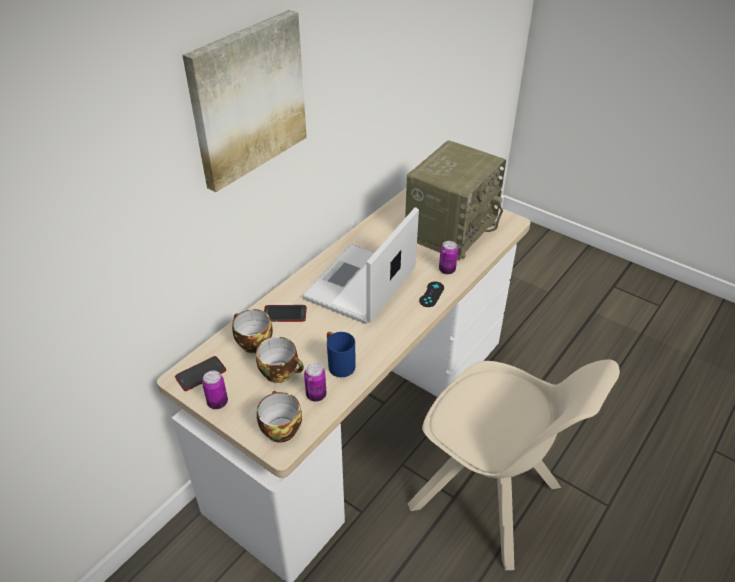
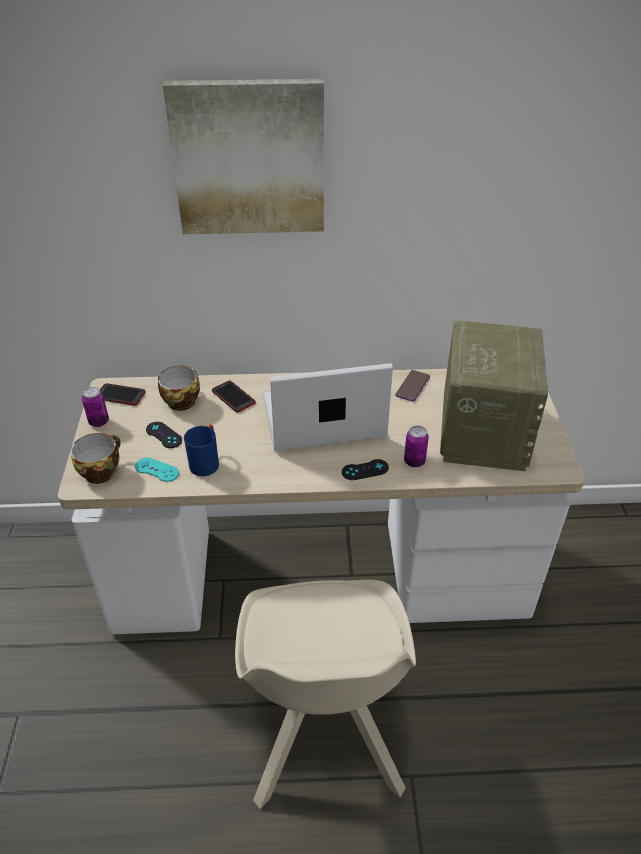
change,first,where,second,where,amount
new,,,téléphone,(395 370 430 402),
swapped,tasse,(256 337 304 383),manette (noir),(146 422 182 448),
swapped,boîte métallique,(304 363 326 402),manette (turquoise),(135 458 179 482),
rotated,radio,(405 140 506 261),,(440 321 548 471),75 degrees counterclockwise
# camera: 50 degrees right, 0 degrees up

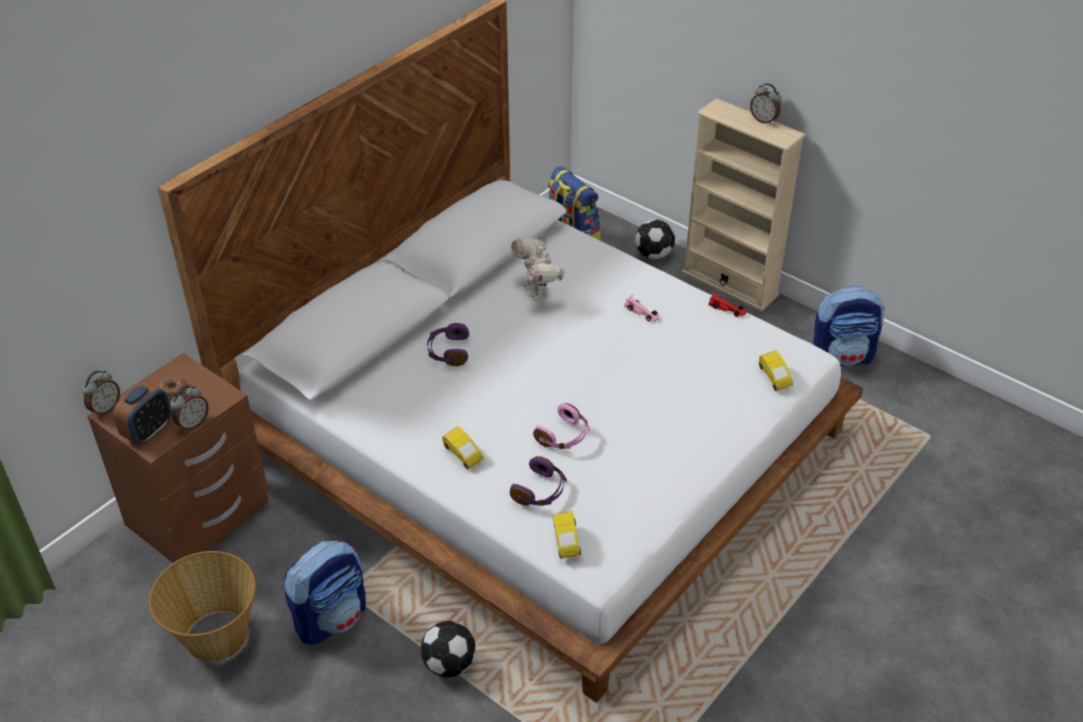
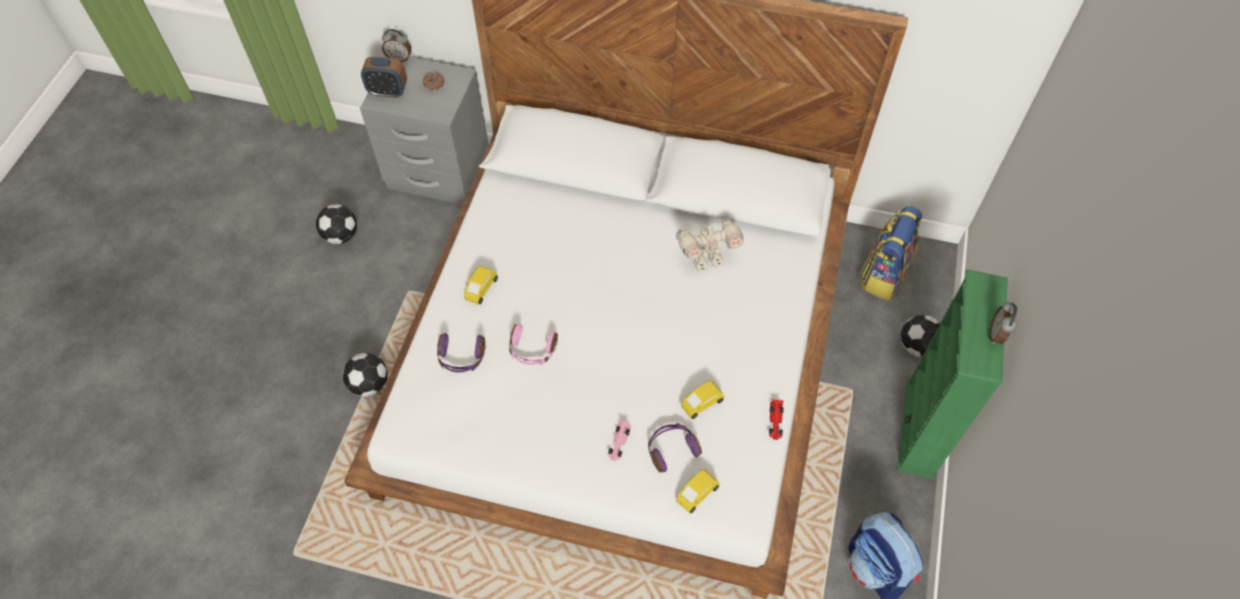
change,first,where,second,where,amount
gone,réveil,(171 386 209 432),,,
gone,sac à dos,(284 540 366 645),,,
shifted,casque audio (violet),(427 323 469 366),,(648 423 702 472),
shifted,petite voiture (jaune),(553 511 581 559),,(681 380 724 419),
shifted,petite voiture (rose),(624 295 659 321),,(608 420 631 461),
swapped,panier,(149 551 256 662),ballon de foot,(316 204 357 244),
repainted,table de chevet (marron),(87 353 268 564),table de chevet (gris),(360 57 489 204),
repainted,bibliothèque (beige),(682 98 806 312),bibliothèque (vert),(897 270 1008 479),
rotated,robot jouet,(511 238 565 301),,(676 218 743 272),150 degrees counterclockwise
# camera: 65 degrees right, 15 degrees up

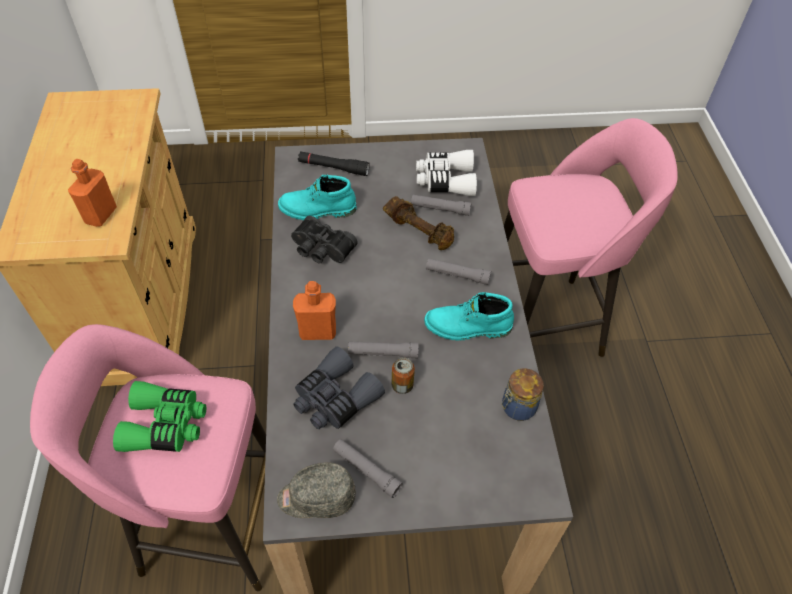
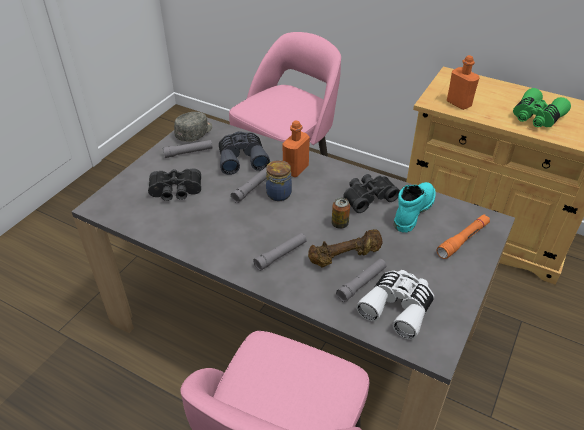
change,first,where,second,where,amount
gone,botte (turquoise),(424 292 514 341),,,
new,,,jumelles (noir),(148 168 201 201),
shifted,jumelles (vert),(113 381 206 452),,(513 88 571 127),
shifted,boîte métallique,(391 357 415 394),,(332 197 350 229),
shifted,bocal,(501 368 544 421),,(266 160 292 201),
repainted,lampe de poche (noir),(298 151 370 176),lampe de poche (orange),(437 214 490 259),
# camera: 125 degrees right, 10 degrees down

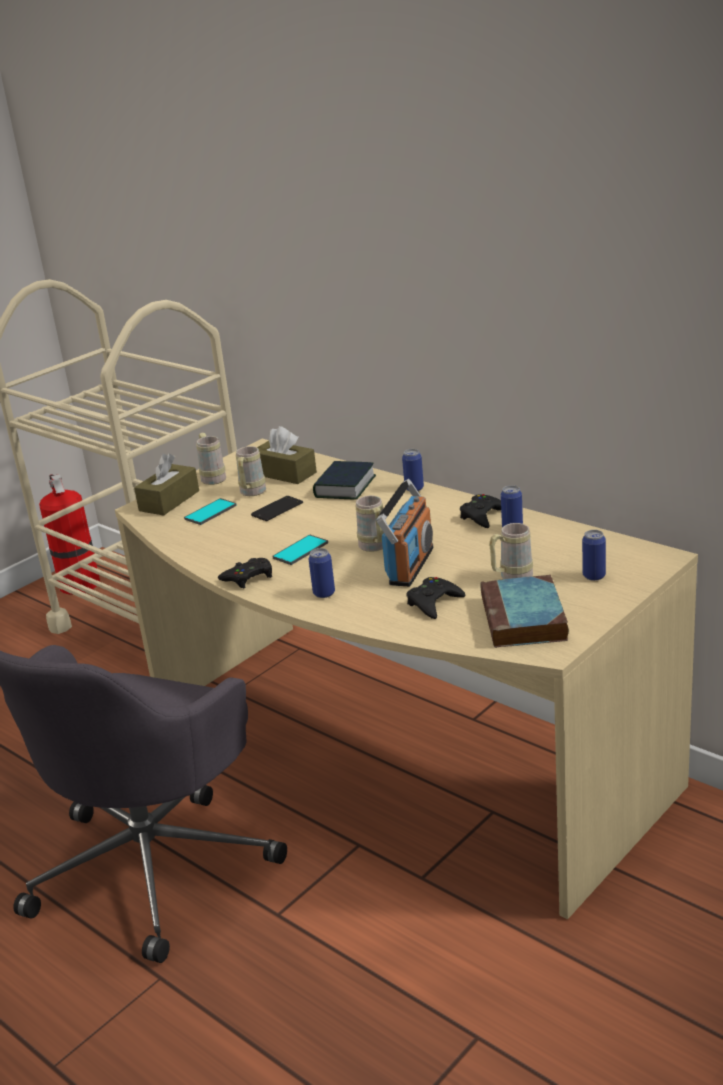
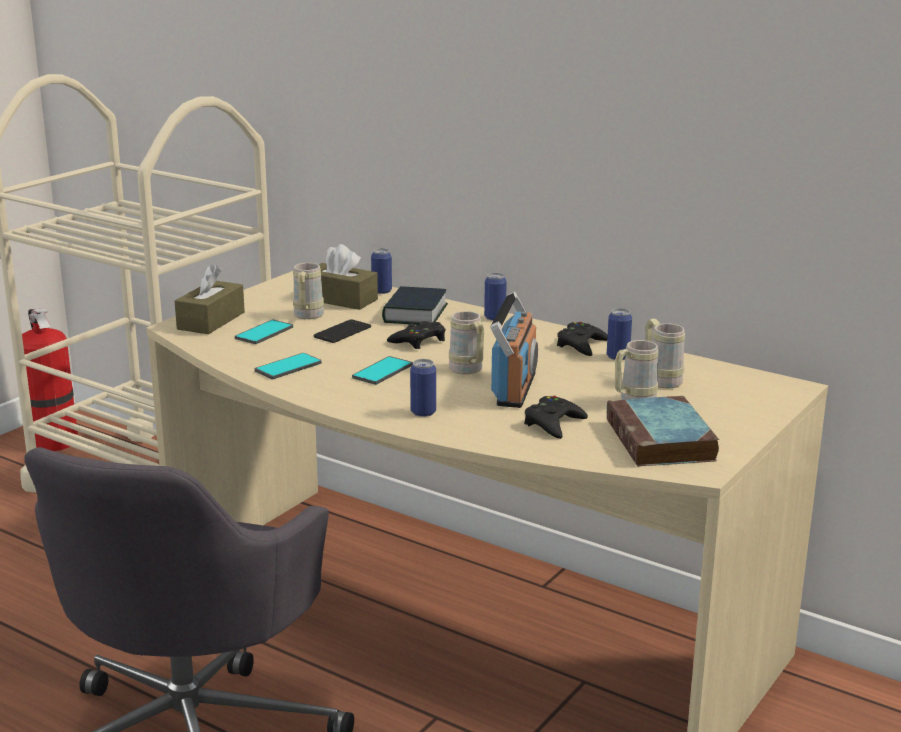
change,first,where,second,where,amount
new,,,téléphone,(255 353 322 379),
shifted,mug (beige),(196 433 226 485),,(645 318 685 388),
shifted,manette (noir),(218 558 272 589),,(387 321 445 349),
shifted,boîte métallique,(582 530 606 581),,(371 248 392 294),
# camera: 10 degrees left, 5 degrees down

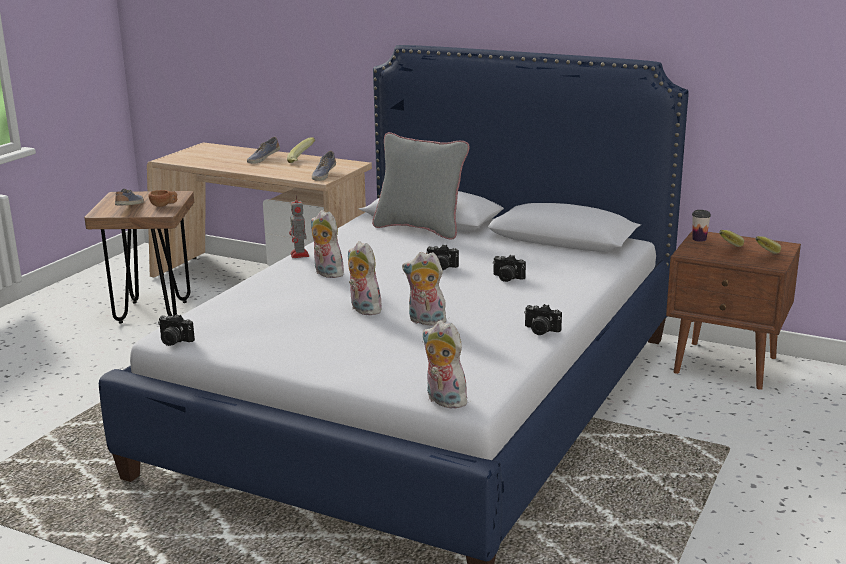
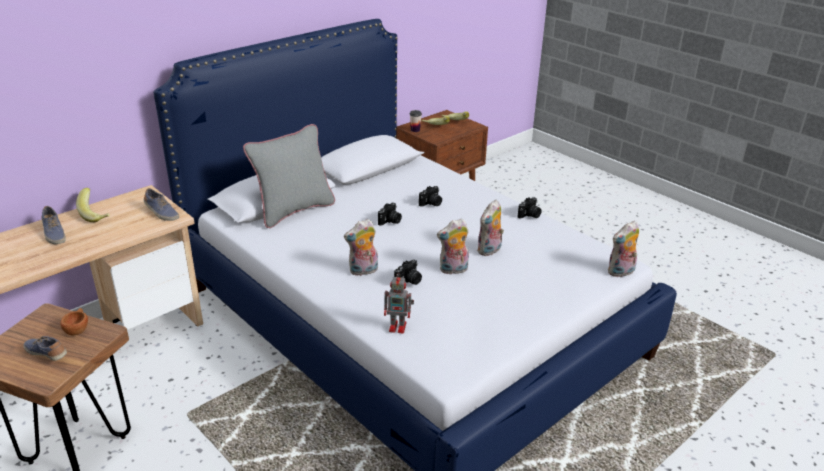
change,first,where,second,where,amount
shifted,appareil photo,(158 314 195 346),,(394 260 422 285),
shifted,robot jouet,(289 195 309 258),,(384 273 414 333),
# camera: 70 degrees left, 10 degrees up

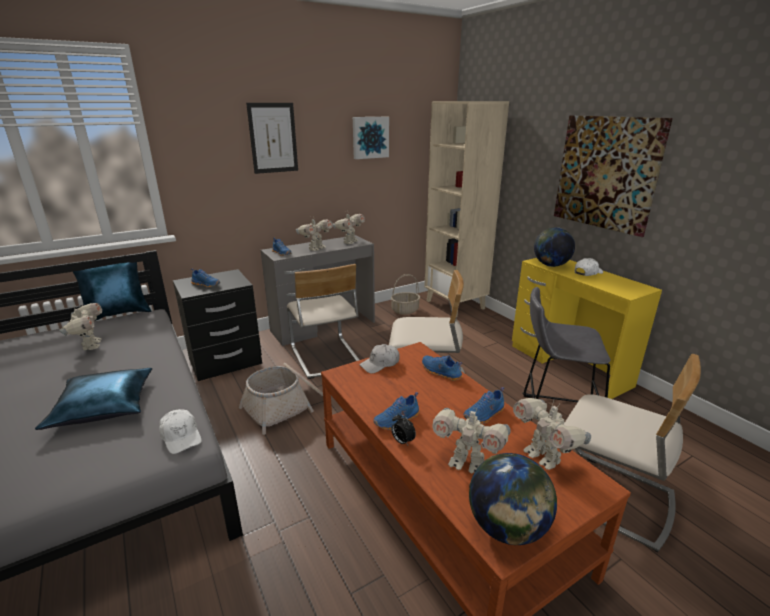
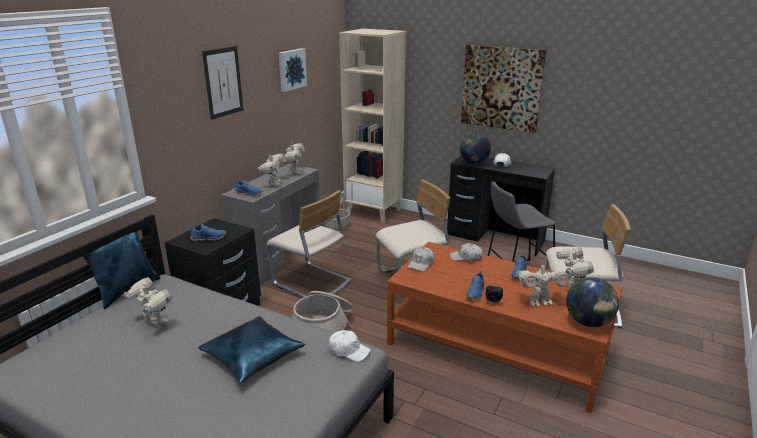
change,first,where,second,where,amount
swapped,chaussure (bleu),(422 355 463 381),casquette (blanc),(450 243 483 261),
repainted,bureau (jaune),(512 258 662 399),bureau (noir),(447 156 555 256),
rotated,robot jouet,(513 398 591 470),,(556 246 594 288),120 degrees counterclockwise
# camera: 30 degrees left, 0 degrees up

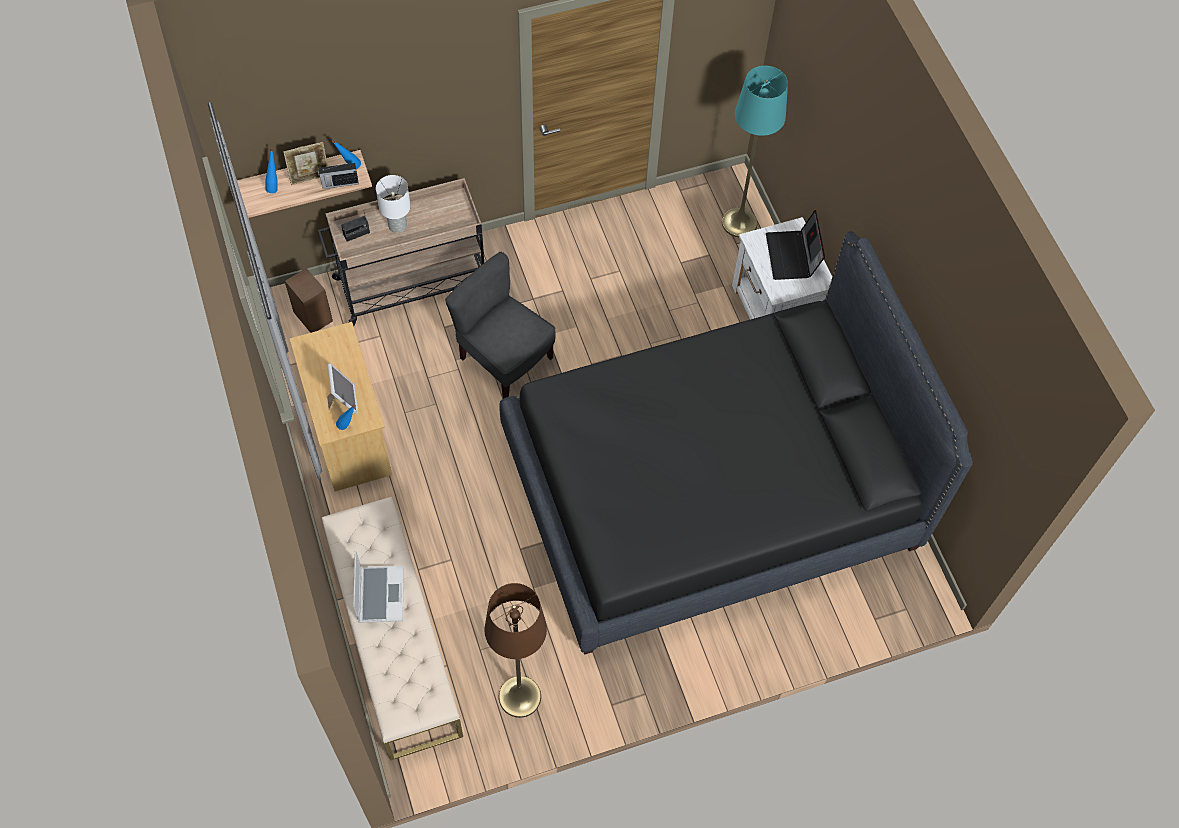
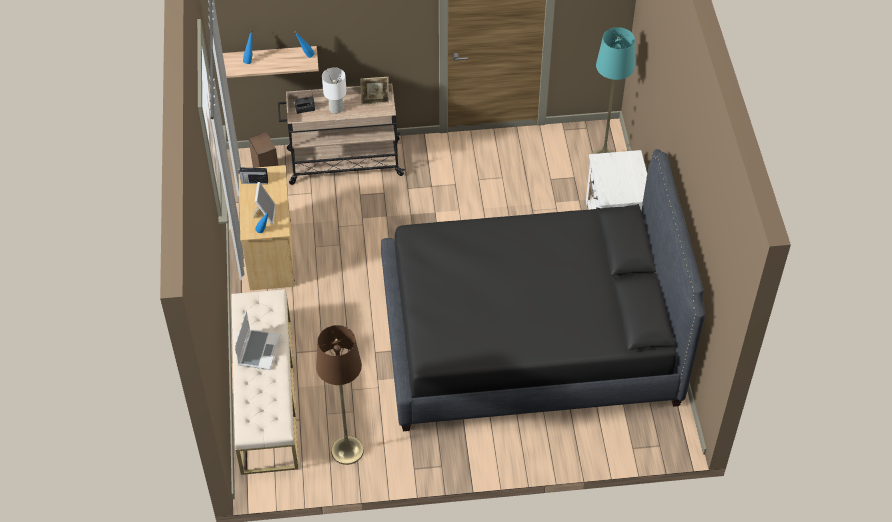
change,first,where,second,where,amount
gone,chaise (gris),(445 252 555 398),,,
gone,ordinateur portable,(766 210 825 280),,,
shifted,cadre photo,(283 142 328 185),,(360 77 389 105),
shifted,radio,(318 162 359 189),,(239 167 268 184),
# camera: 15 degrees right, 10 degrees down

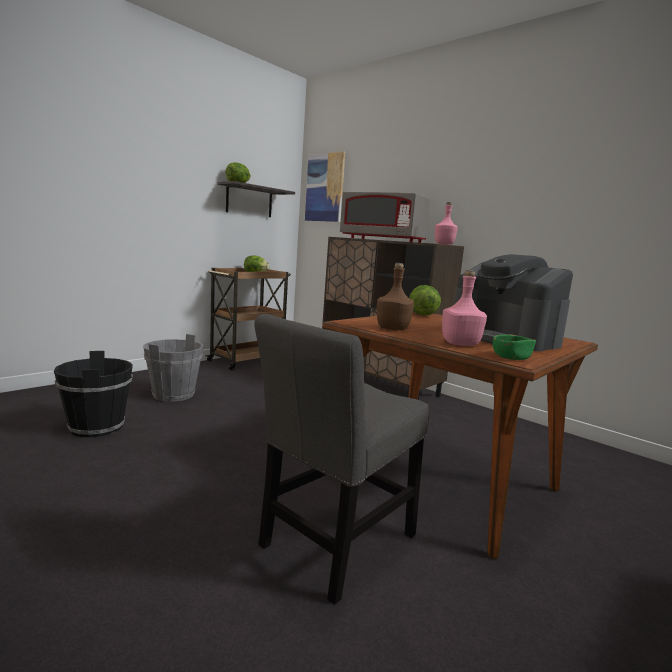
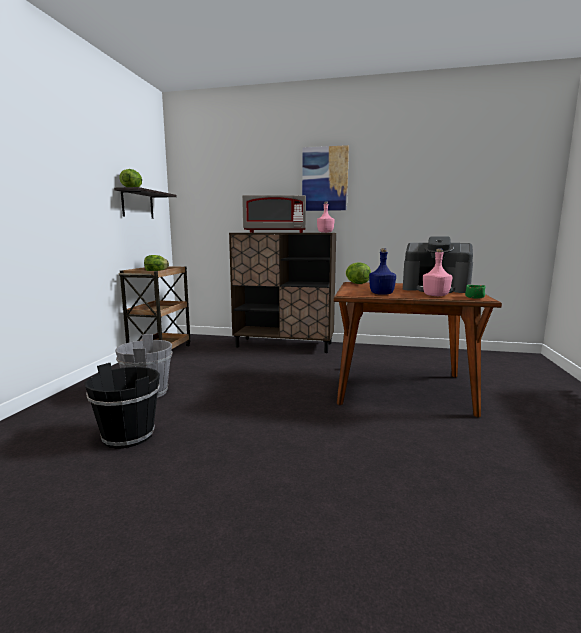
change,first,where,second,where,amount
gone,chaise (gris),(254 314 429 605),,,
shifted,tableau,(305 151 345 222),,(302 145 349 211),
repainted,bouteille (marron),(377 263 414 330),bouteille (bleu),(369 248 396 295),
# camera: 30 degrees left, 0 degrees up

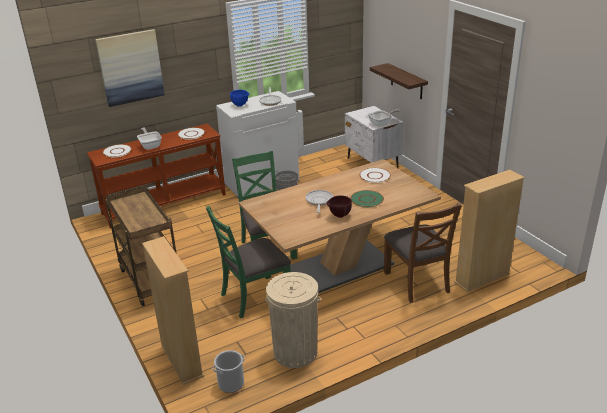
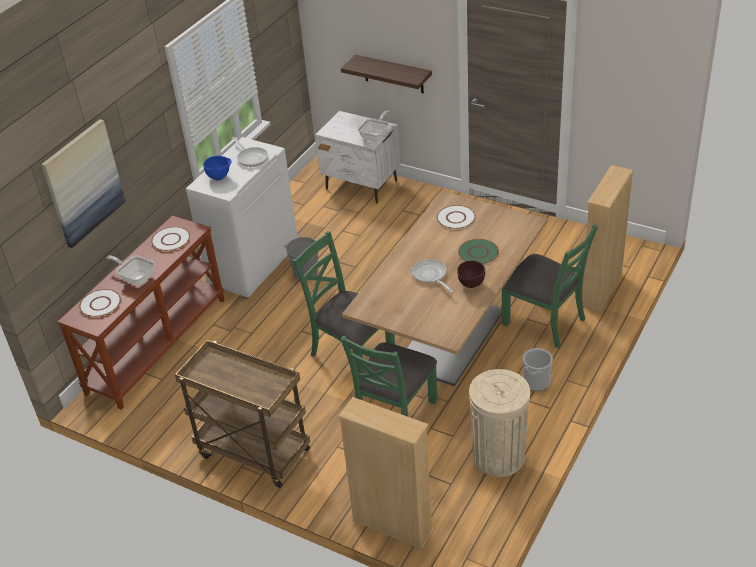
change,first,where,second,where,amount
shifted,seau,(213 350 245 393),,(523 348 553 391),
repainted,chaise (marron),(384 202 462 303),chaise (vert),(501 224 598 349),
# camera: 30 degrees left, 10 degrees up

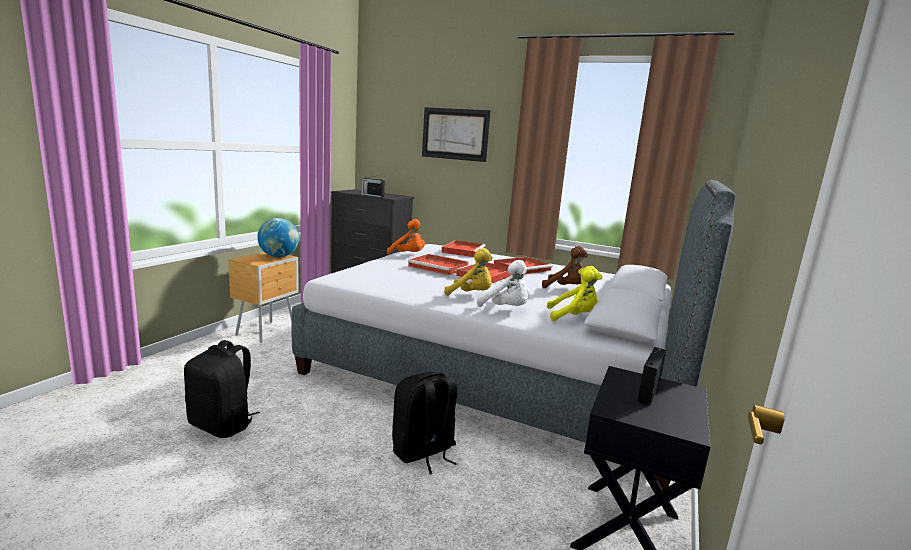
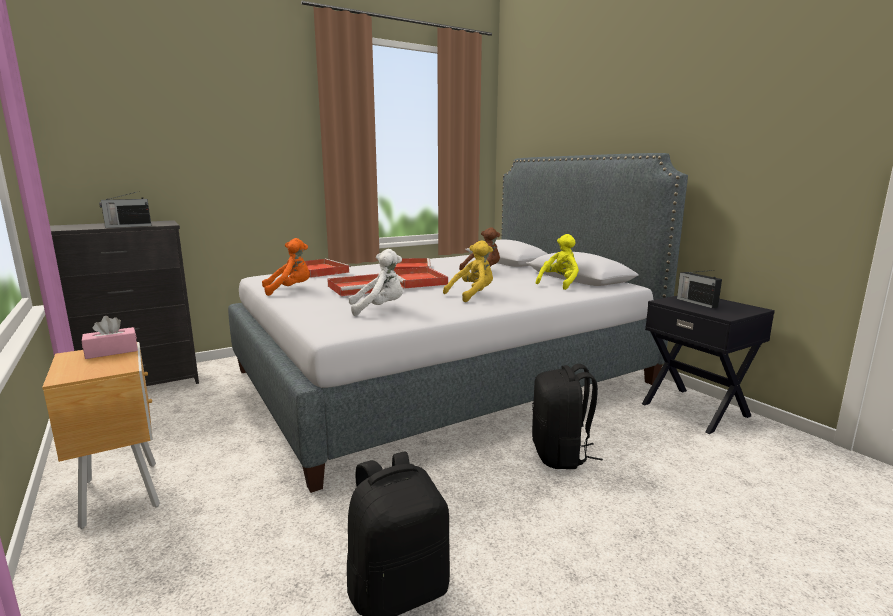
change,first,where,second,where,amount
gone,tableau,(422 107 491 162),,,
shifted,peluche (blanc),(477 260 530 307),,(348 249 403 316),
swapped,globe,(257 218 299 257),boîte à mouchoirs (rose),(82 316 138 359),
# camera: 55 degrees left, 0 degrees up

